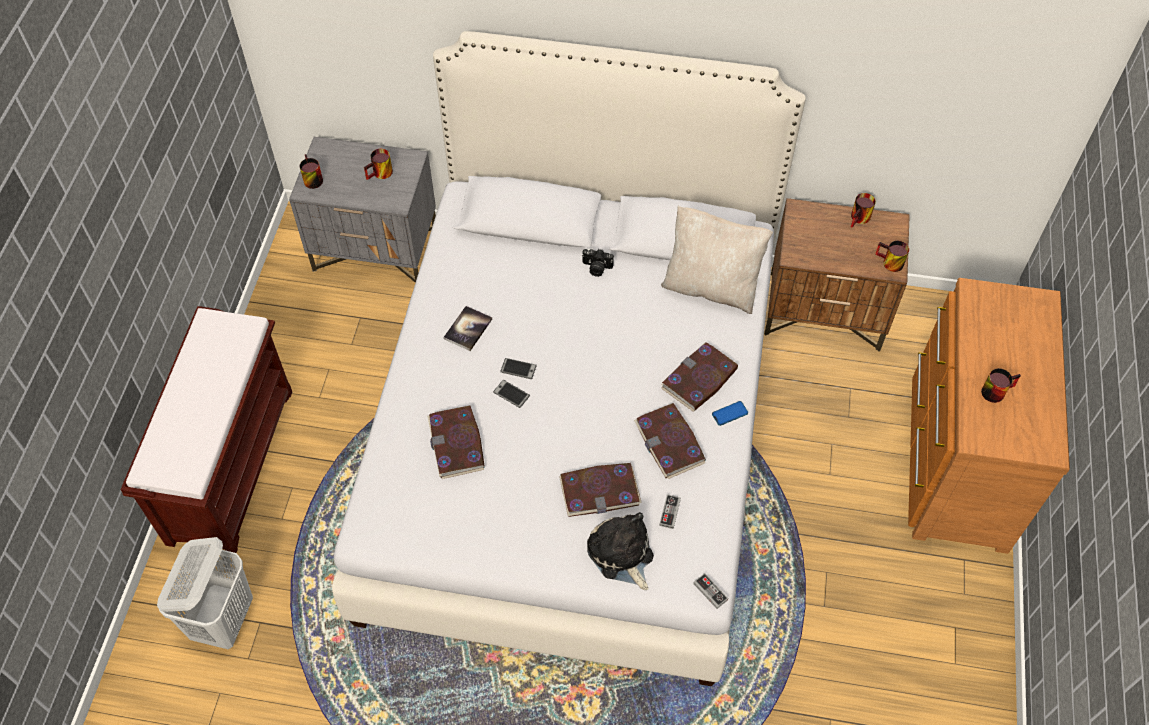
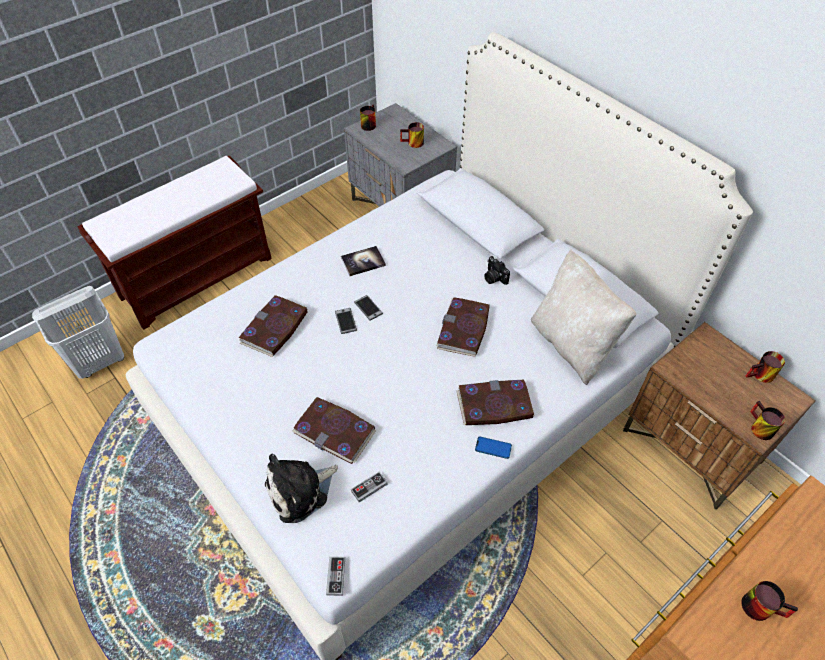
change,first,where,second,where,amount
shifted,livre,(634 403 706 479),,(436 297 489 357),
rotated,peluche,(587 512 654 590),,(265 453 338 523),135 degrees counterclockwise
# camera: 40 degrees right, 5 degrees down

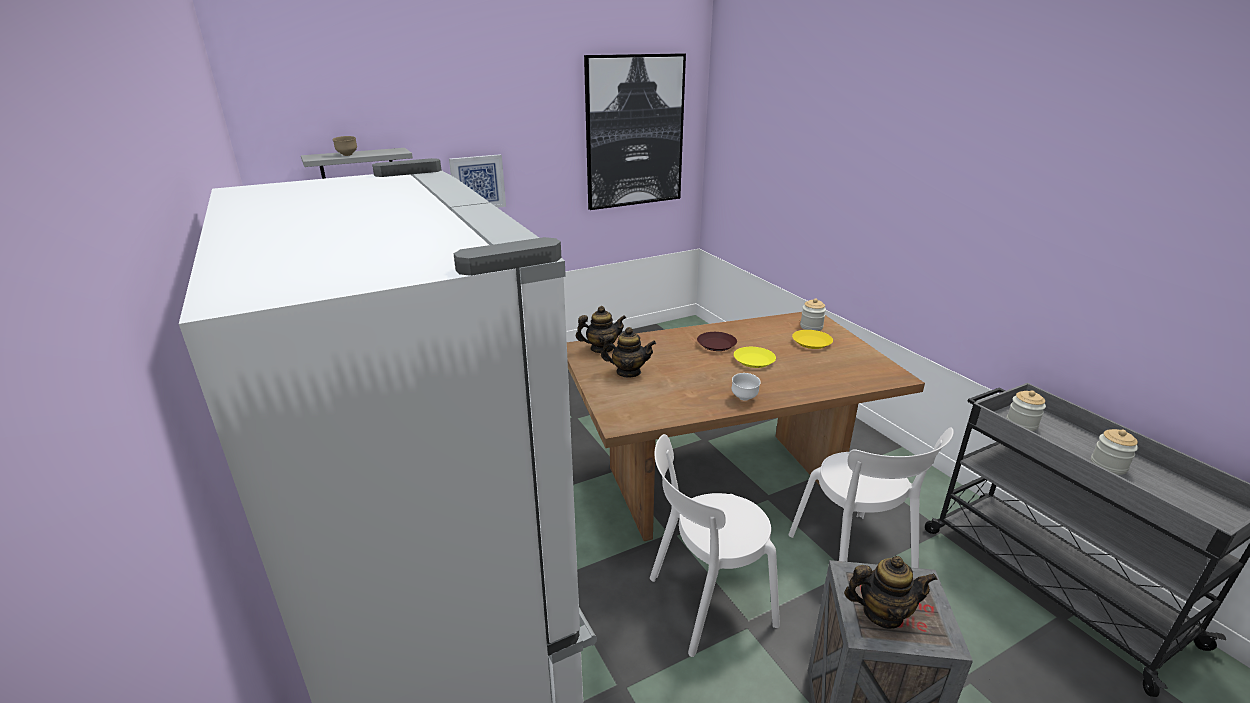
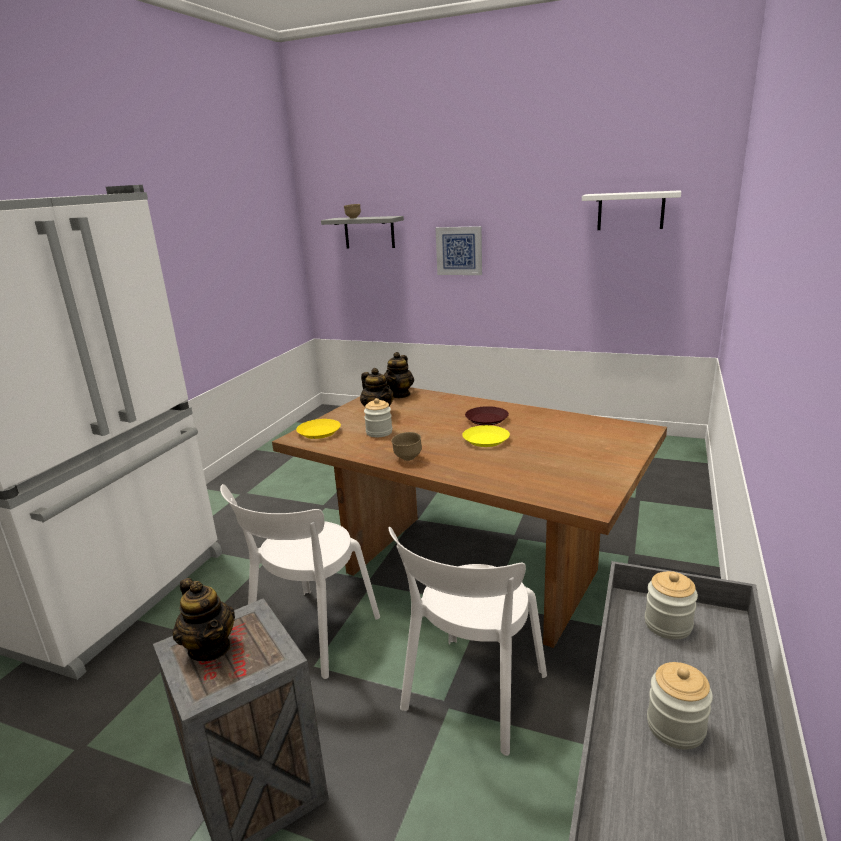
change,first,where,second,where,amount
shifted,assiette (jaune),(792 330 833 349),,(296 419 341 439),
shifted,bocal,(800 298 826 331),,(364 398 392 437),
swapped,tableau,(584 53 686 210),étagère (blanc),(582 190 681 230),
repainted,bol (blanc),(732 373 761 401),bol (marron),(391 432 422 461),
rotated,théière,(576 306 626 353),,(383 352 414 398),75 degrees clockwise
rotated,chaise (blanc),(650 434 780 657),,(220 484 380 679),90 degrees counterclockwise
# camera: 50 degrees right, 5 degrees down

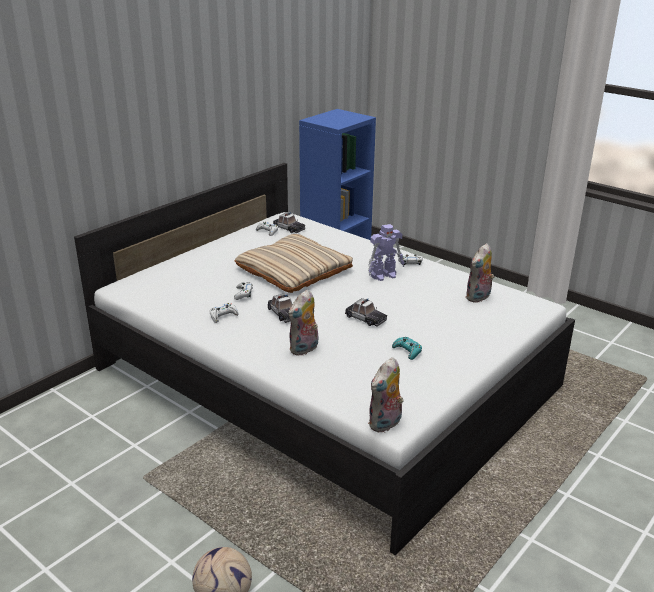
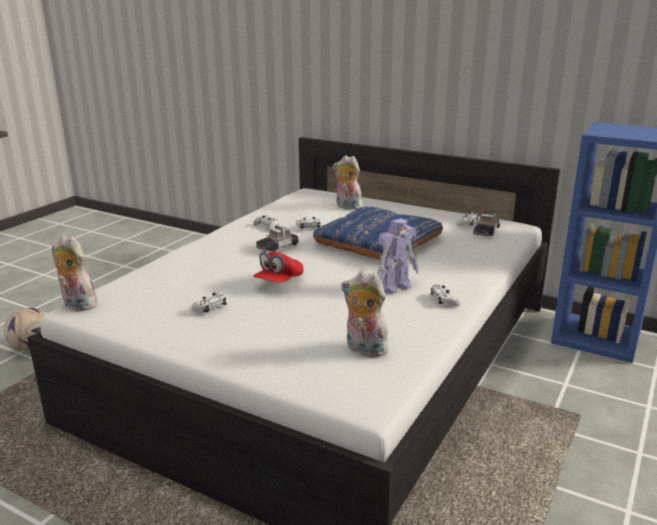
change,first,where,second,where,amount
shifted,peluche,(288 289 318 356),,(333 156 362 210),
swapped,petite voiture,(345 298 387 327),casquette (rouge),(253 252 304 283),
repainted,coussin (beige),(234 234 353 293),coussin (bleu),(313 207 443 262),
repainted,manette (turquoise),(392 337 422 360),manette (blanc),(191 293 227 313),
rotated,robot jouet,(368 224 405 281),,(377 218 418 294),90 degrees counterclockwise
# camera: 80 degrees right, 5 degrees down

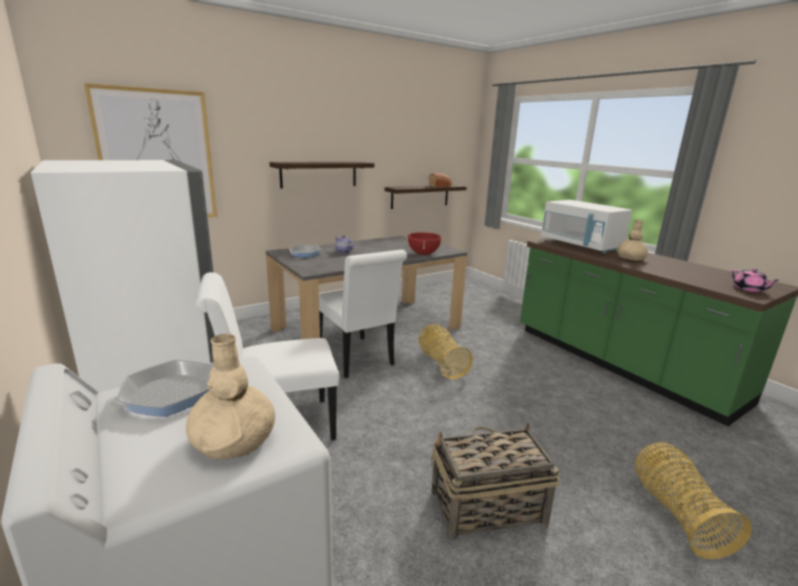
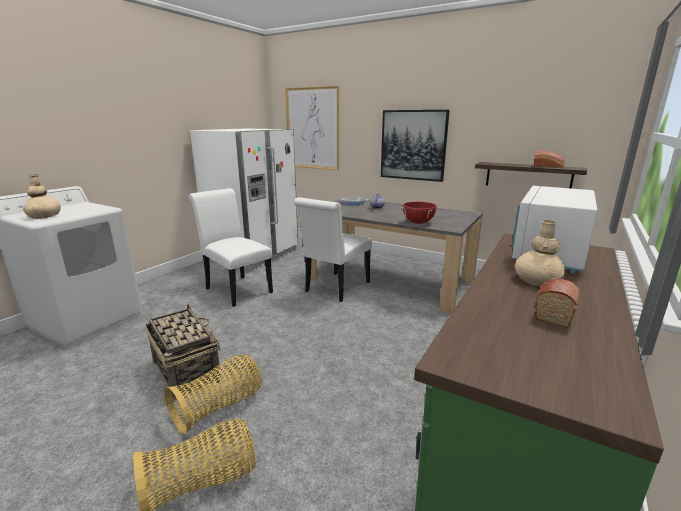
change,first,where,second,where,amount
gone,poêle,(110 360 214 417),,,
gone,théière (rose),(731 268 780 292),,,
new,,,pain,(535 279 579 328),
shifted,panier,(419 324 473 379),,(164 354 262 434),
swapped,étagère,(269 162 374 189),tableau,(381 110 450 182),
# camera: 65 degrees right, 0 degrees up

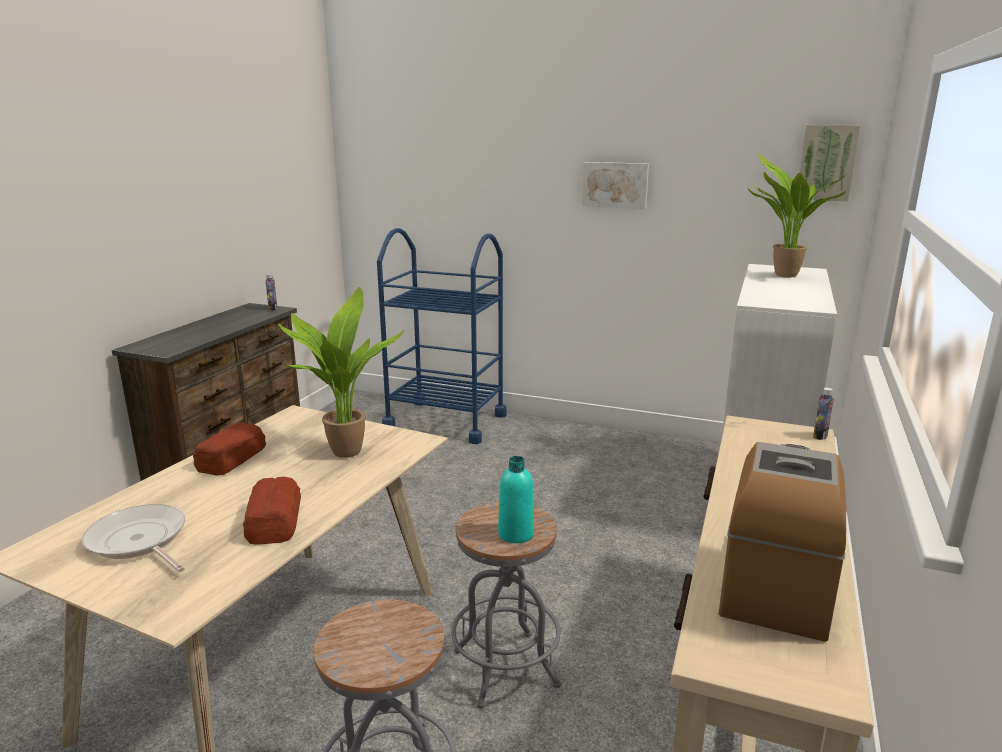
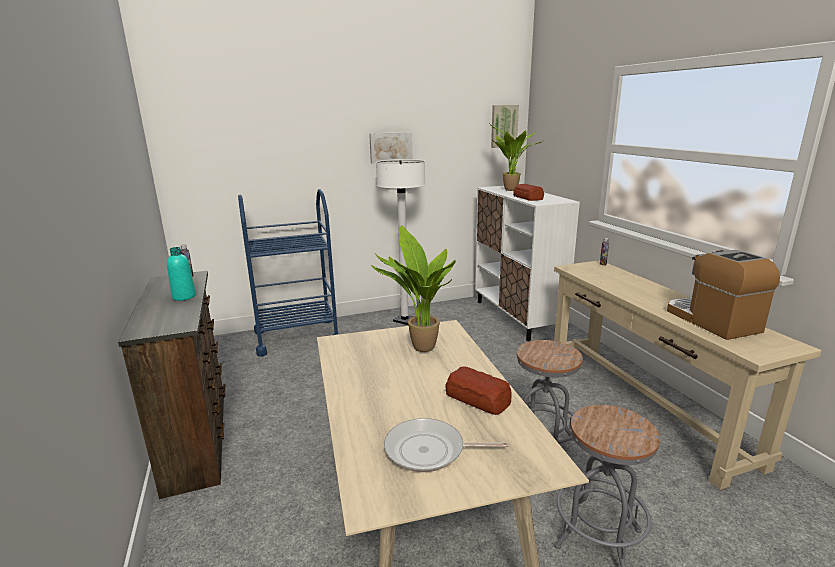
change,first,where,second,where,amount
new,,,lampadaire (blanc),(376 159 425 325),
shifted,pain,(193 422 266 476),,(513 184 544 201),
shifted,bouteille (turquoise),(498 456 534 543),,(167 247 196 301),
# camera: 40 degrees left, 0 degrees up

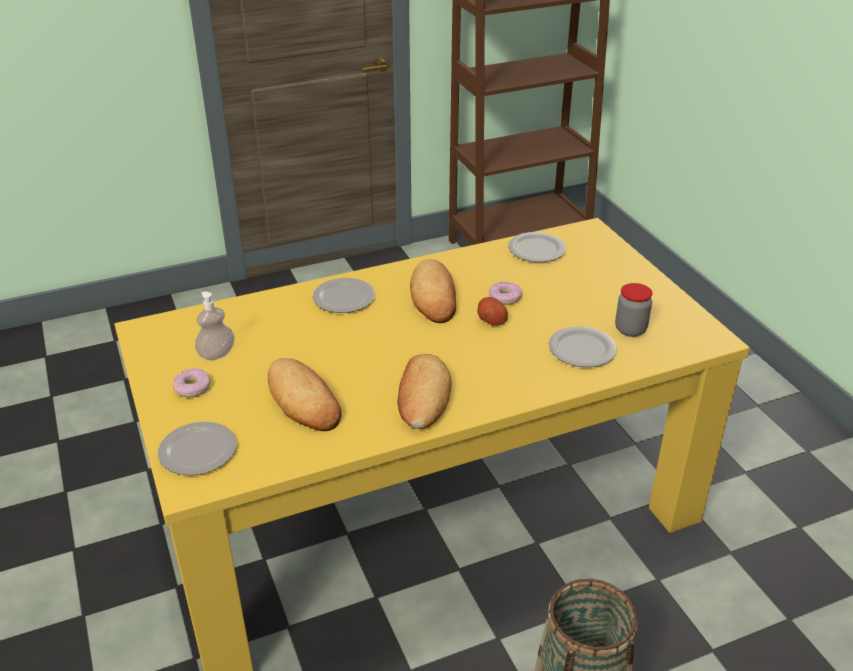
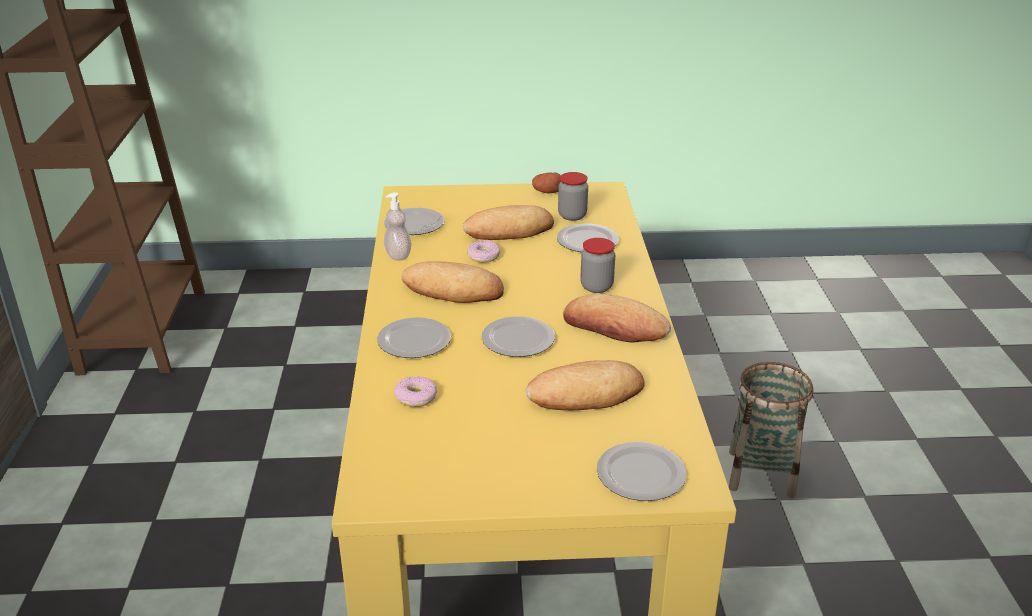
change,first,where,second,where,amount
new,,,pain,(463 205 554 240),
new,,,assiette,(481 316 555 357),
new,,,bocal,(580 238 615 293),
shifted,beignet,(173 368 211 398),,(394 376 437 407),
shifted,distributeur de savon,(195 291 235 360),,(384 192 411 261),
shifted,pomme de terre,(477 297 508 326),,(532 173 561 194),
# camera: 70 degrees left, 5 degrees down

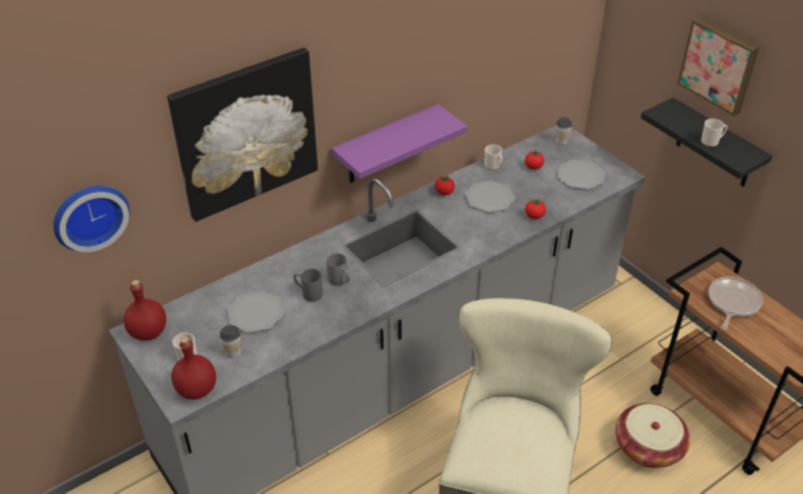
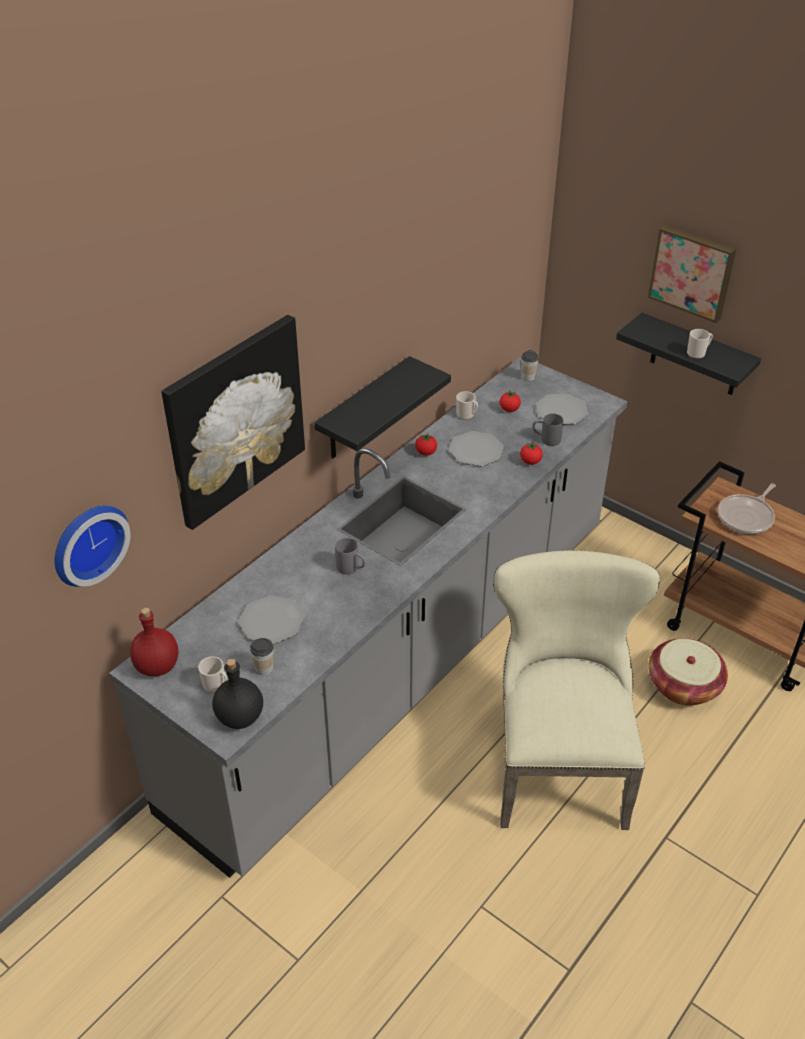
change,first,where,second,where,amount
shifted,mug (gris),(293 269 323 302),,(533 414 563 446),
repainted,bouteille (rouge),(171 337 216 400),bouteille (noir),(212 659 263 729),
repainted,étagère (violet),(332 104 468 183),étagère (noir),(314 356 451 458),
rotated,poêle,(708 277 763 330),,(718 483 776 534),150 degrees counterclockwise
# camera: 15 degrees left, 0 degrees up

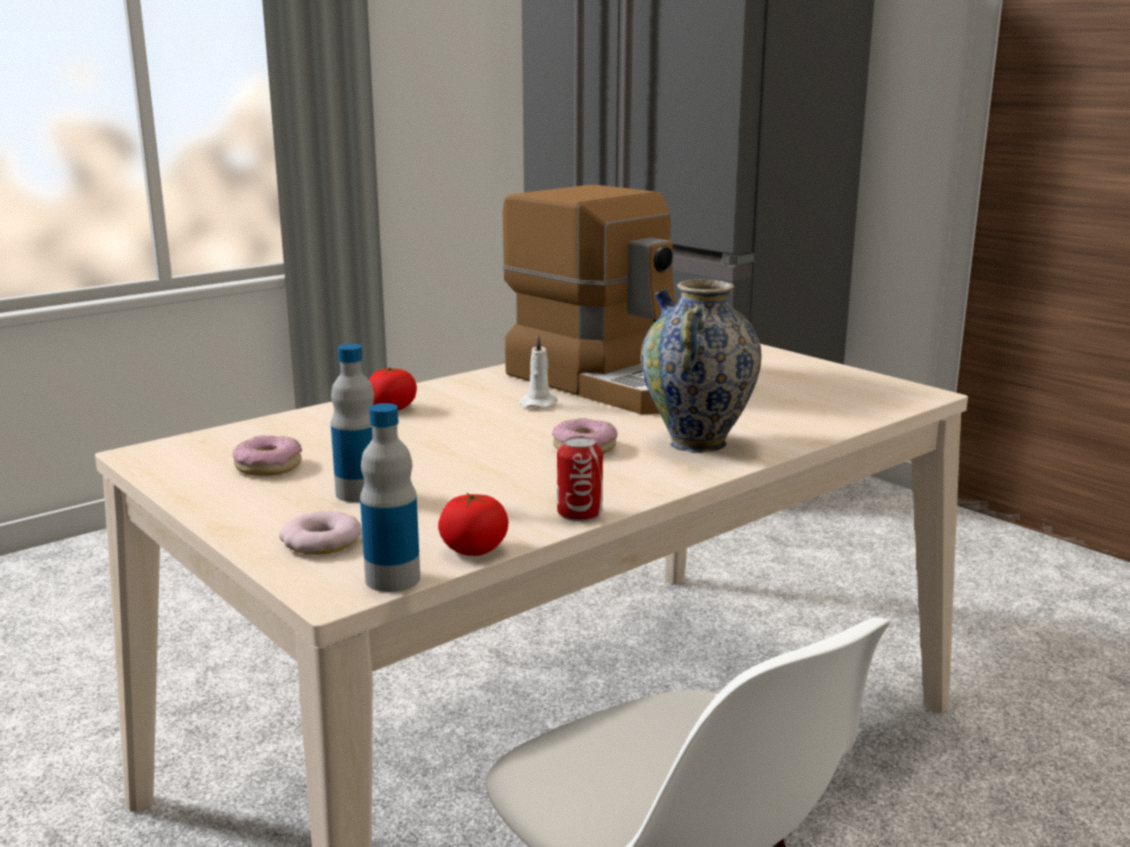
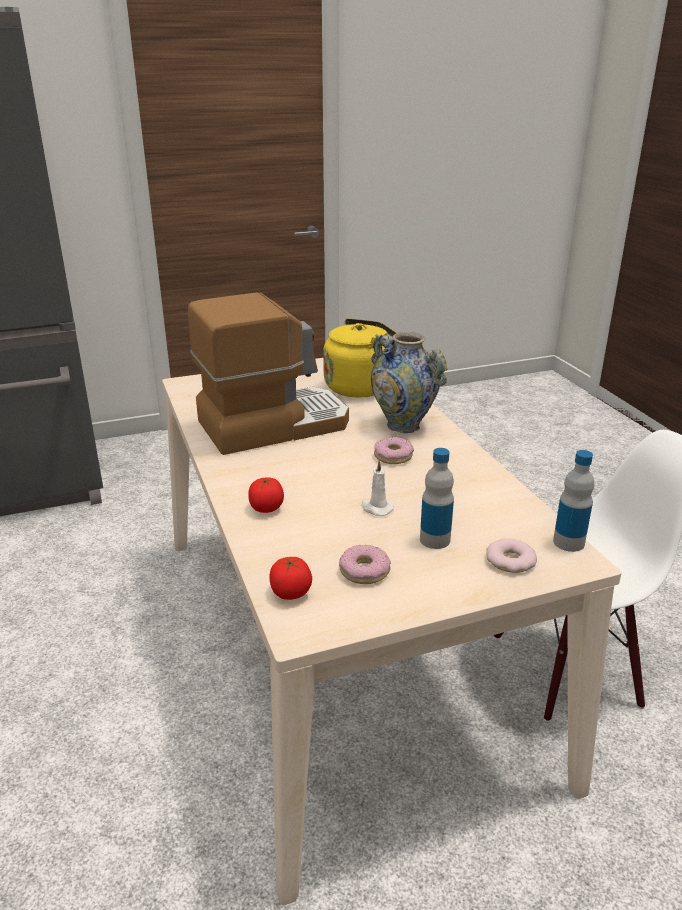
change,first,where,second,where,amount
gone,boîte métallique,(557 436 603 521),,,
new,,,bouilloire (jaune),(323 318 396 398),
shifted,tomate,(438 492 508 556),,(269 557 312 600),
shifted,bougie (blanc),(519 334 558 409),,(361 460 394 516),
# camera: 70 degrees left, 10 degrees up

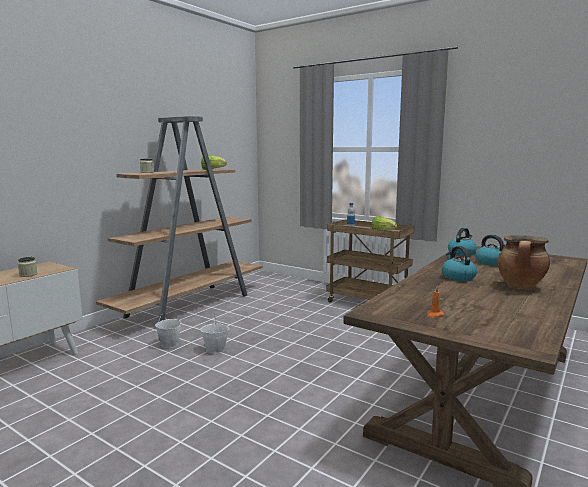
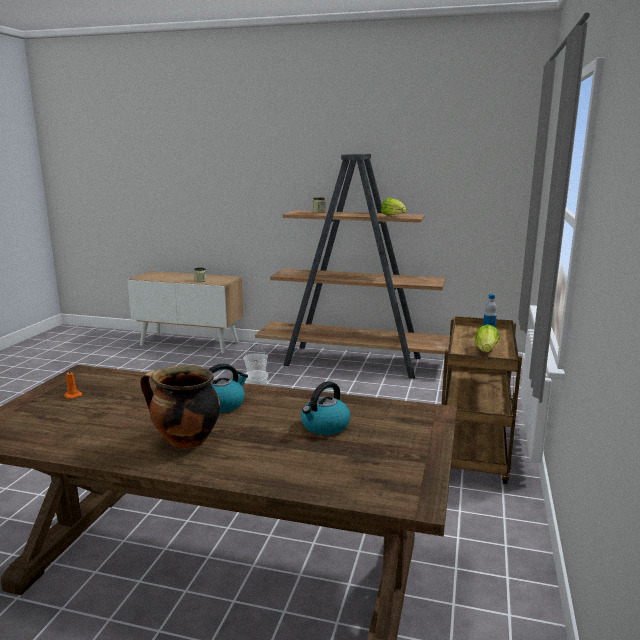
change,first,where,second,where,amount
gone,bouilloire,(448 228 477 256),,,
# camera: 70 degrees right, 5 degrees up

